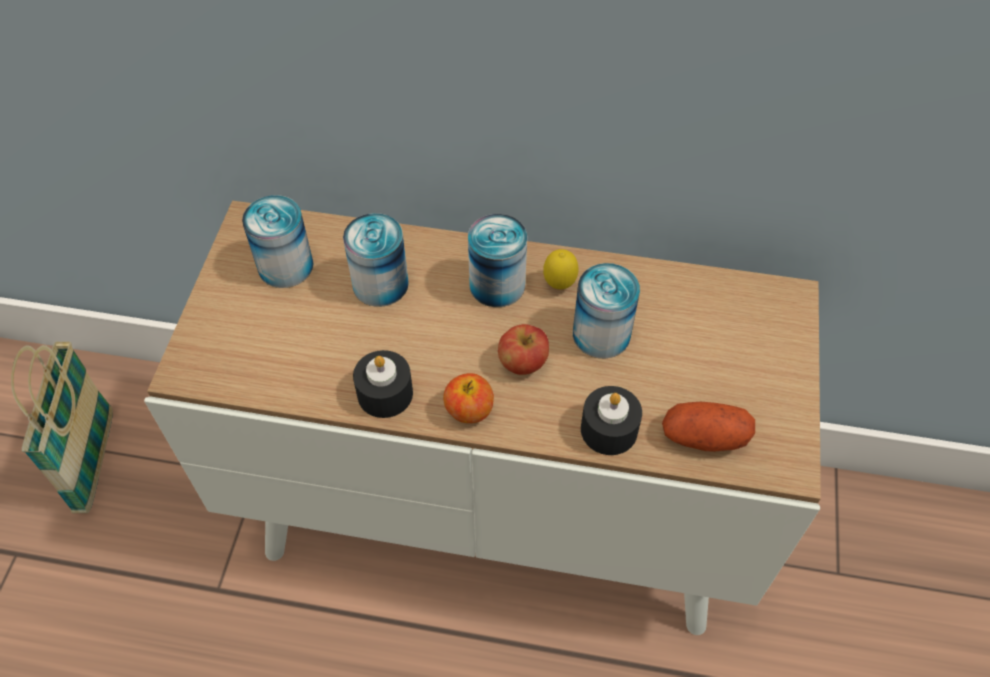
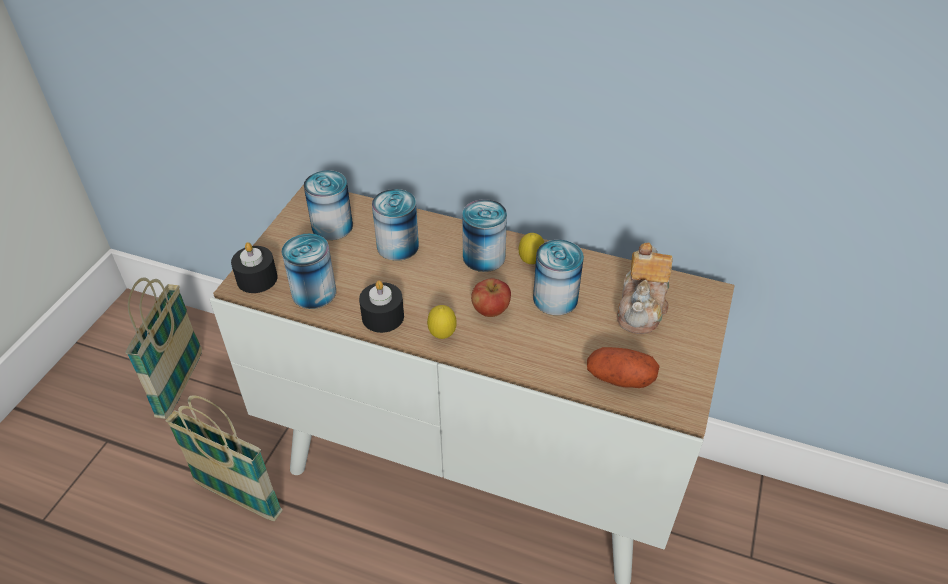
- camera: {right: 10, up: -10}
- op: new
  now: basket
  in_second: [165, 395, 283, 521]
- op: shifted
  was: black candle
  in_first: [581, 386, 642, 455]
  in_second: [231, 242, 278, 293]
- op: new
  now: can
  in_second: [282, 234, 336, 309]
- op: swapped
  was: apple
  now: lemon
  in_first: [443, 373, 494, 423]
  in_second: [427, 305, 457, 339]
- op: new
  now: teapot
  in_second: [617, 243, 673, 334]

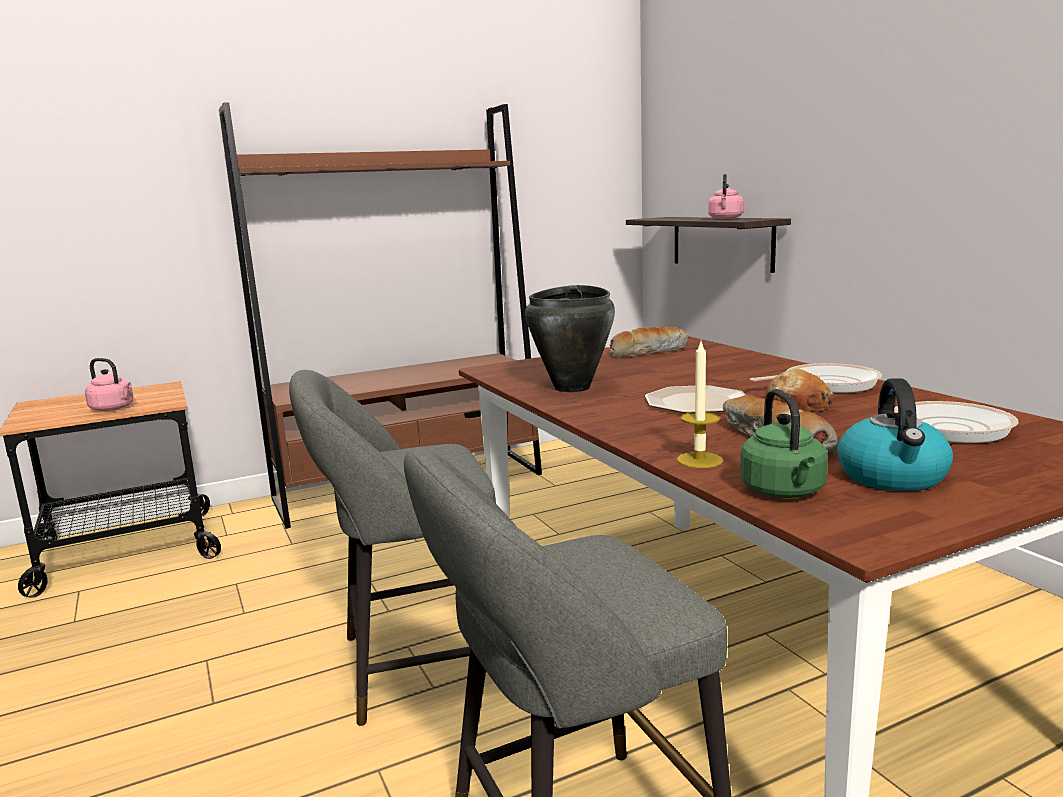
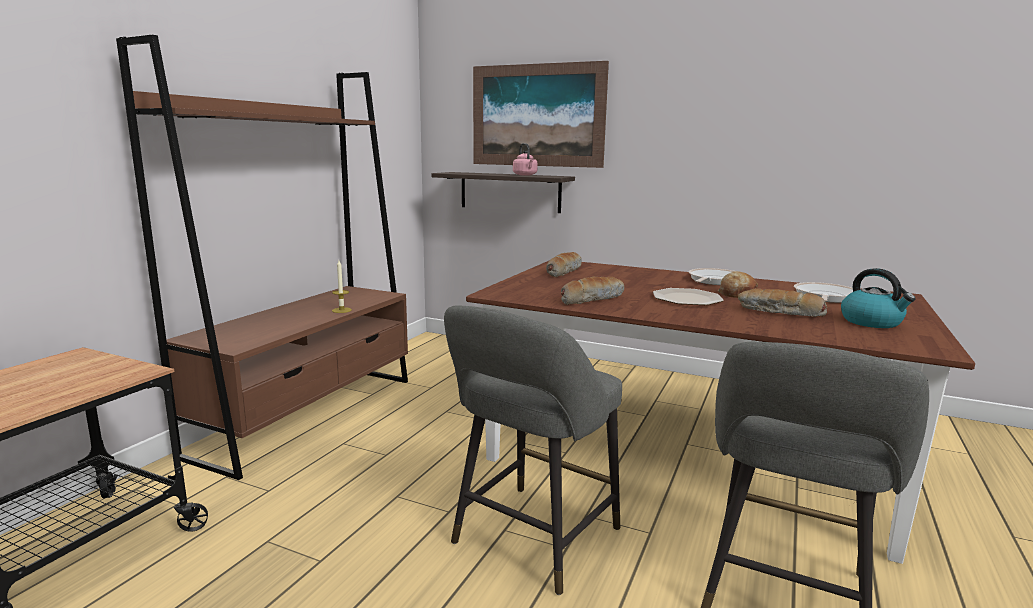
- camera: {right: -40, up: 0}
- op: shifted
  was: candle
  in_first: [677, 342, 723, 468]
  in_second: [332, 260, 352, 313]
- op: new
  now: picture
  in_second: [473, 61, 609, 168]
- op: swapped
  was: black cooking pot
  now: bread
  in_first: [525, 285, 615, 392]
  in_second: [561, 277, 624, 305]
- op: gone
  was: pink kettle
  in_first: [85, 358, 134, 411]
- op: gone
  was: green kettle
  in_first: [740, 389, 828, 498]

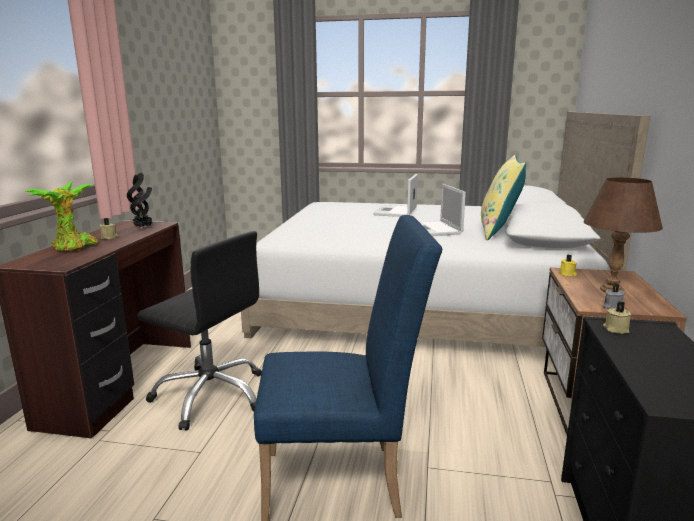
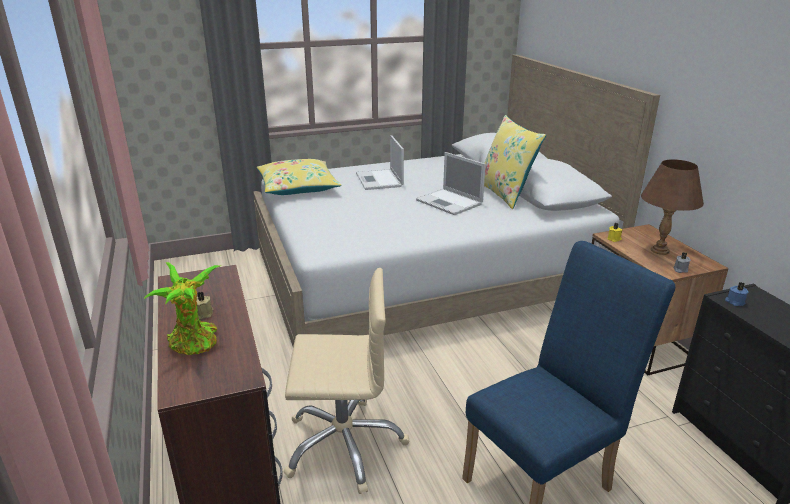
- camera: {right: -30, up: 10}
- op: new
  now: yellow pillow
  in_second: [257, 159, 341, 195]
- op: repainted
  was: black office chair
  now: beige office chair
  in_first: [137, 231, 262, 431]
  in_second: [284, 268, 409, 494]
- op: repainted
  was: beige candle
  now: blue candle
  in_first: [603, 301, 631, 334]
  in_second: [725, 282, 749, 306]
- op: gone
  was: potted plant
  in_first: [127, 173, 152, 228]

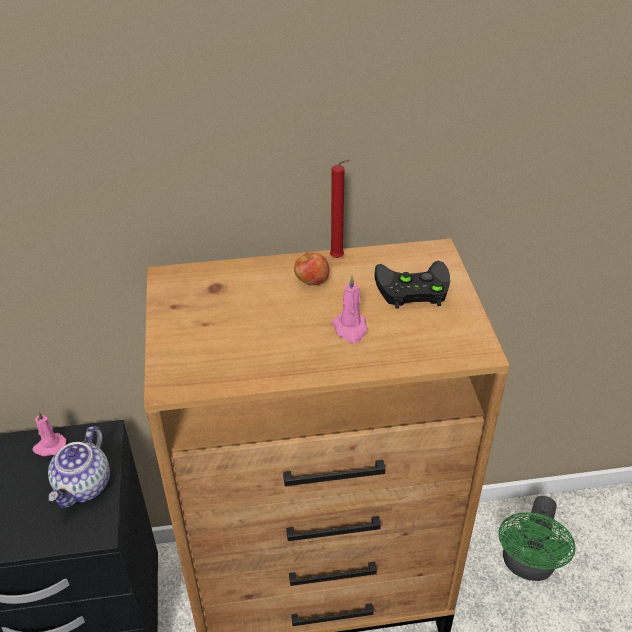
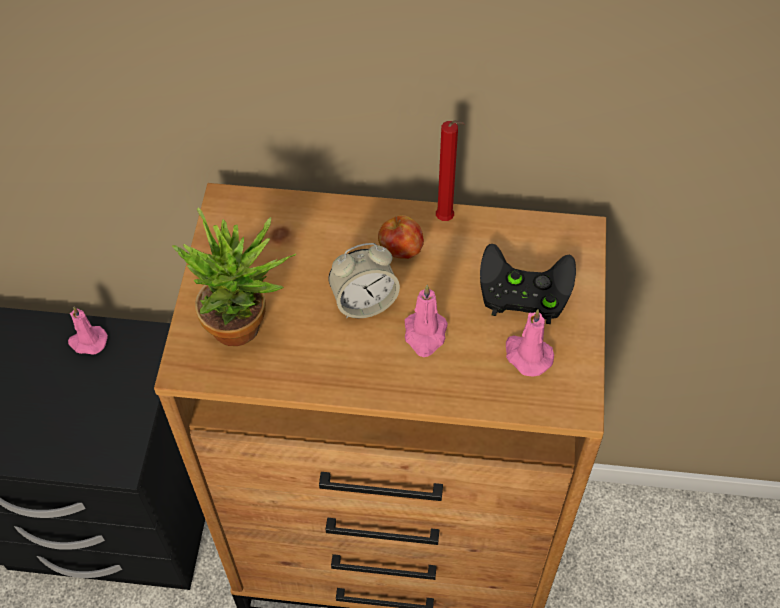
- camera: {right: 15, up: 15}
- op: new
  now: potted plant
  in_second: [172, 207, 296, 346]
- op: new
  now: alarm clock
  in_second: [329, 243, 400, 318]
- op: new
  now: pink candle
  in_second: [506, 309, 554, 377]
- op: gone
  was: teapot
  in_first: [48, 426, 110, 508]
- op: gone
  was: green fan
  in_first: [499, 496, 576, 581]

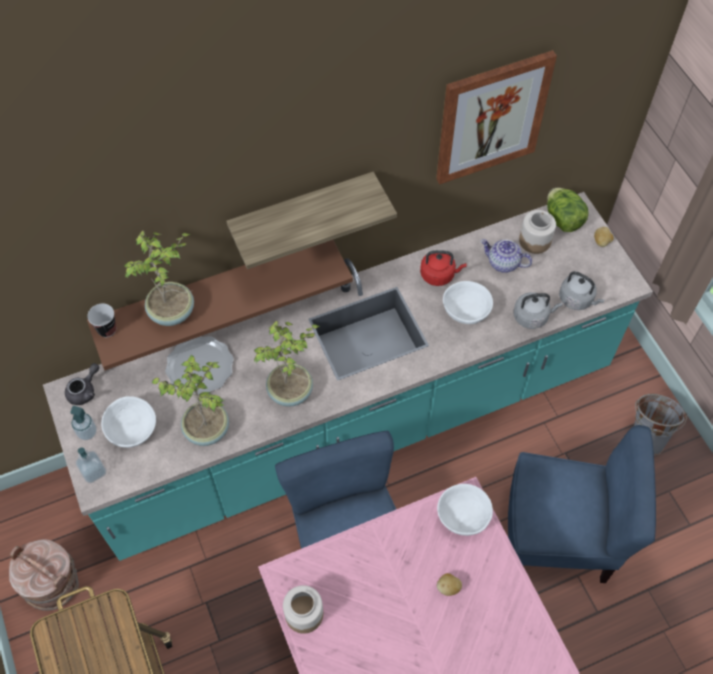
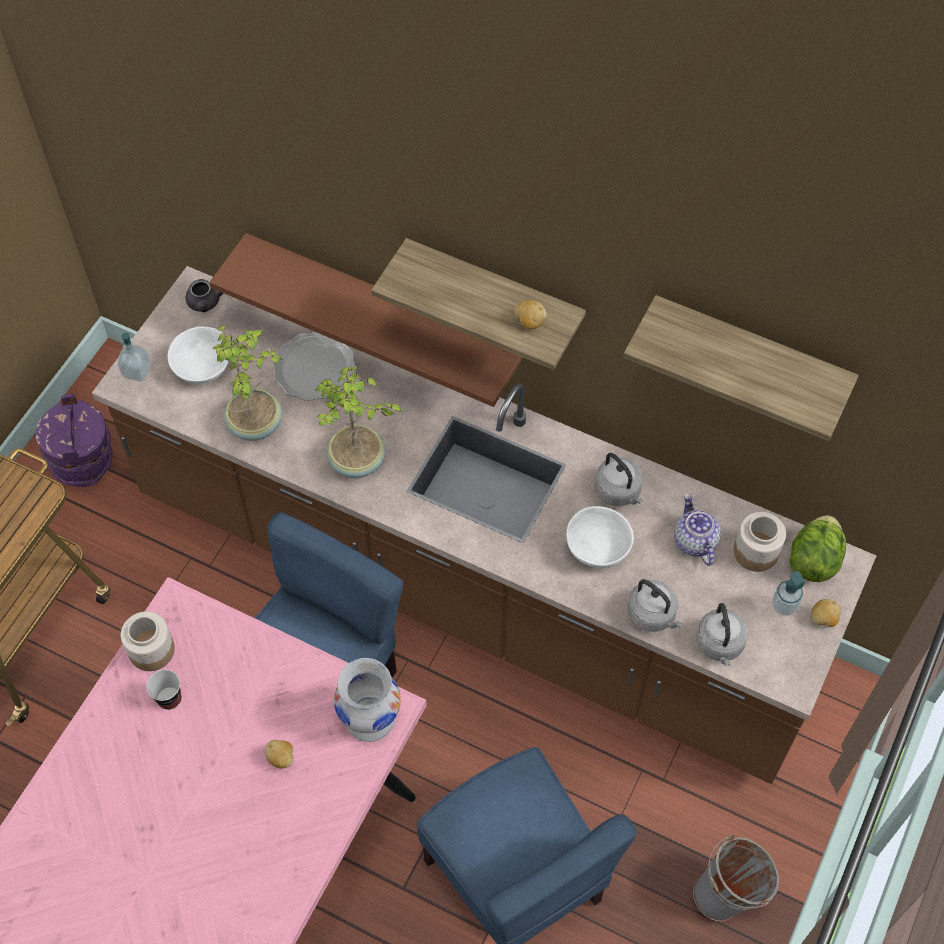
- camera: {right: 50, up: 0}
- op: repainted
  was: brown bucket
  now: purple bucket
  in_first: [9, 539, 79, 611]
  in_second: [35, 394, 113, 487]
- op: repainted
  was: turquoise counter
  now: brown counter
  in_first: [43, 192, 653, 561]
  in_second: [92, 266, 877, 784]
- op: shifted
  was: cup
  in_first: [87, 304, 117, 337]
  in_second: [147, 670, 181, 710]
- op: swapped
  was: white bowl
  now: white vase
  in_first: [437, 484, 493, 536]
  in_second: [334, 658, 401, 742]
- op: new
  now: potato
  in_second: [515, 299, 547, 330]
- op: repainted
  was: red kettle
  now: grey kettle
  in_first: [420, 250, 467, 286]
  in_second: [594, 453, 643, 506]
- op: swapped
  was: picture
  now: shelf
  in_first: [436, 50, 557, 185]
  in_second: [623, 295, 859, 441]
- op: shifted
  was: soap dispenser
  in_first: [70, 406, 97, 440]
  in_second: [772, 571, 805, 616]
- op: gone
  was: potted plant
  in_first: [124, 231, 194, 326]

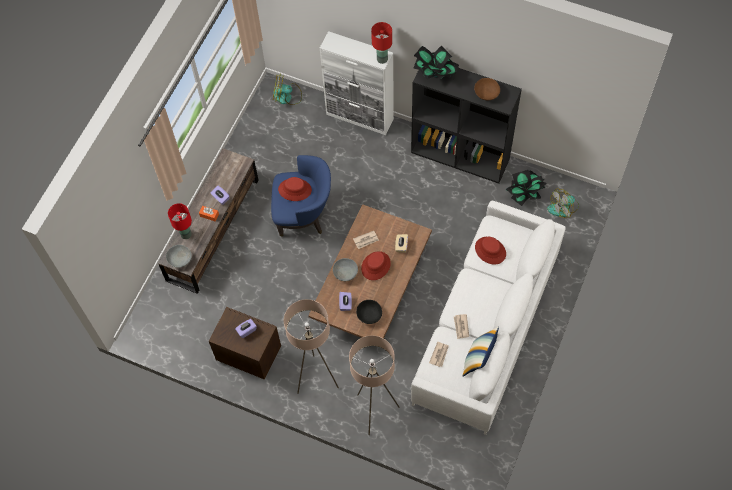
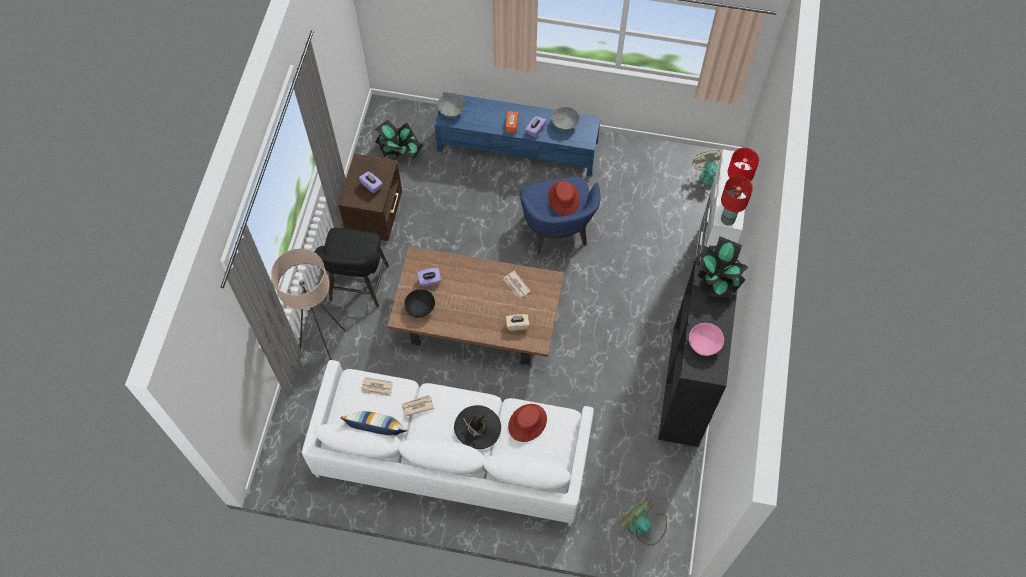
- camera: {right: 75, up: 0}
- op: swapped
  was: beige floor lamp
  now: black stool
  in_first: [284, 299, 339, 394]
  in_second: [315, 228, 389, 307]
- op: shifted
  was: potted plant
  in_first: [506, 170, 547, 206]
  in_second: [375, 120, 423, 160]
- op: repainted
  was: brown tv stand
  now: blue tv stand
  in_first: [158, 148, 259, 294]
  in_second: [434, 92, 601, 176]
- op: new
  now: black hat
  in_second: [454, 405, 501, 449]
- op: shifted
  was: grey bowl
  in_first: [333, 258, 358, 281]
  in_second: [551, 107, 579, 131]
- op: repainted
  was: brown bowl
  now: pink bowl
  in_first: [474, 78, 500, 100]
  in_second: [689, 323, 724, 356]
- op: shifted
  was: red table lamp
  in_first: [168, 203, 192, 239]
  in_second: [727, 148, 759, 198]
- op: gone
  was: red hat
  in_first: [361, 251, 391, 280]

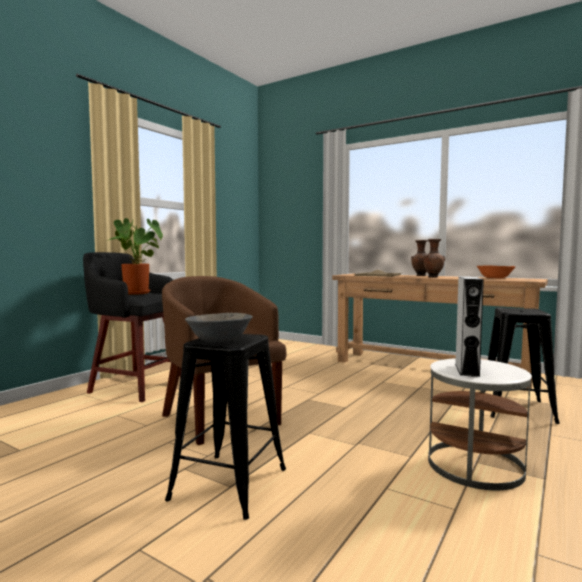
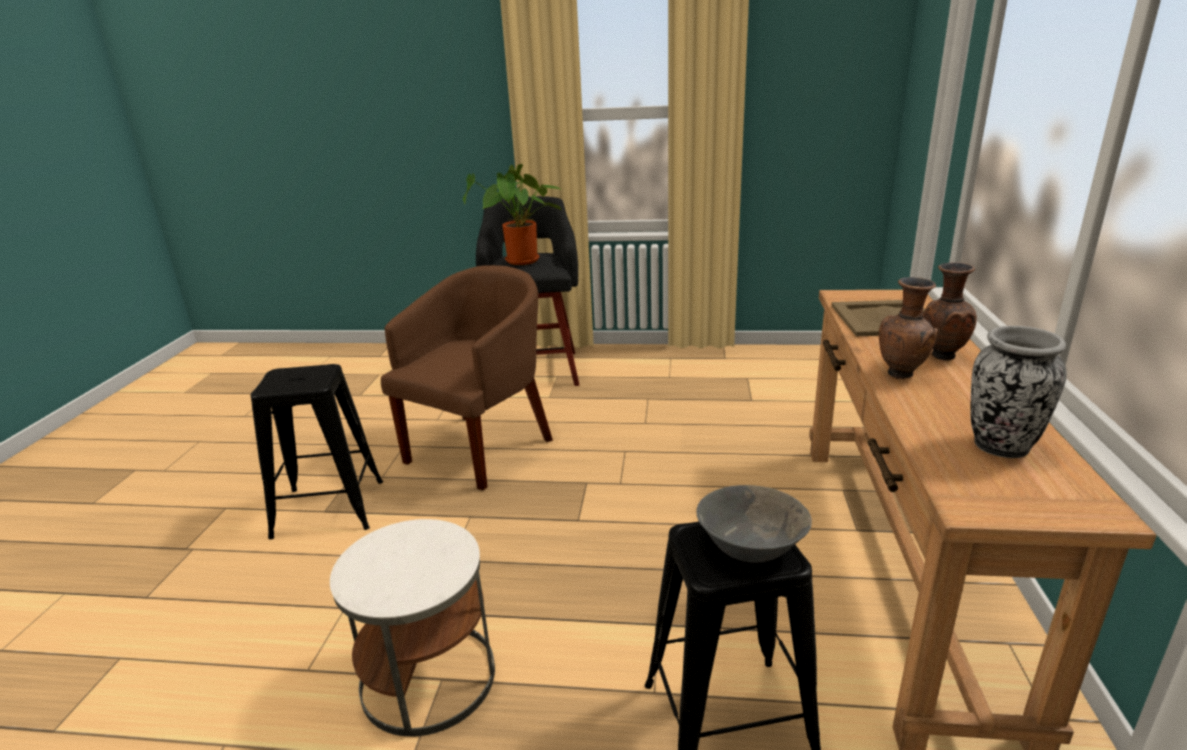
- camera: {right: 65, up: 20}
- op: shifted
  was: grey bowl
  in_first: [185, 313, 253, 342]
  in_second: [696, 485, 812, 563]
- op: swapped
  was: orange bowl
  now: vase
  in_first: [477, 266, 516, 278]
  in_second: [970, 326, 1067, 458]
- op: gone
  was: grey speaker
  in_first: [455, 277, 484, 377]

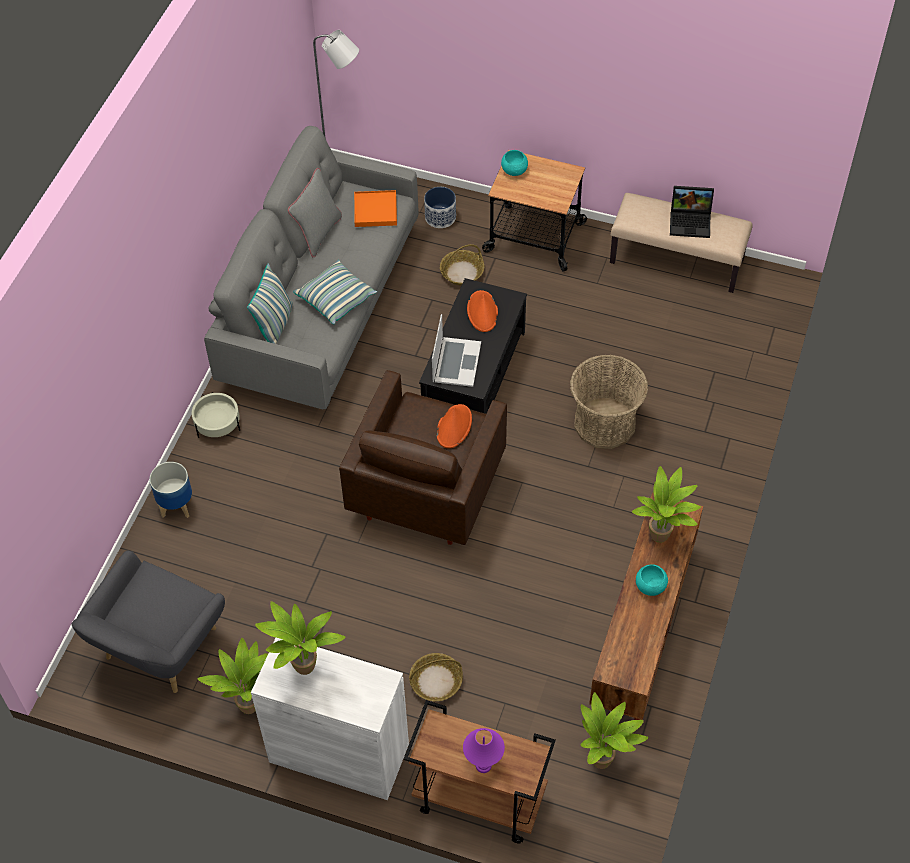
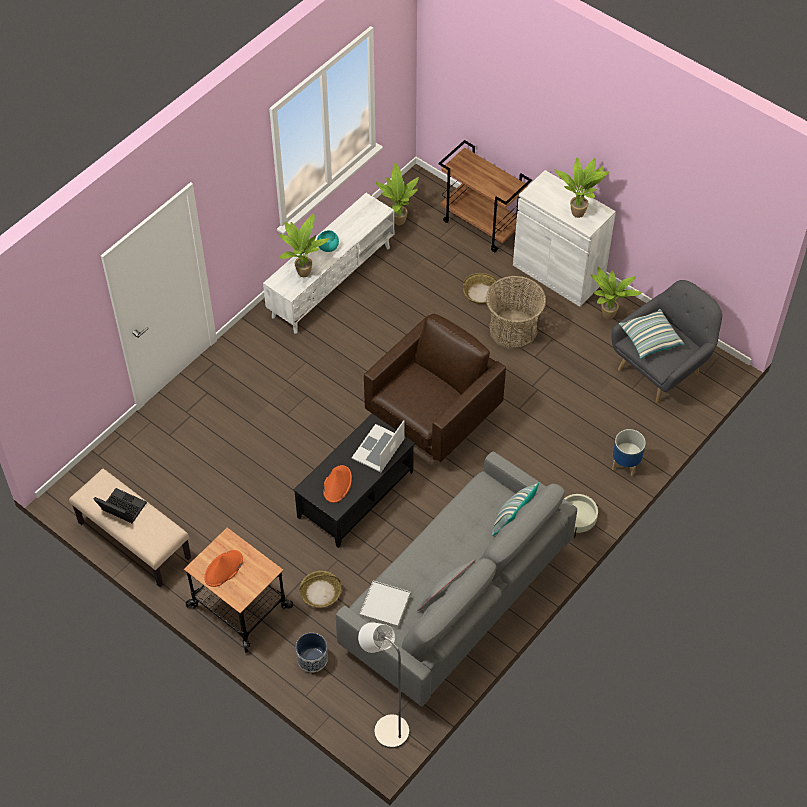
- camera: {right: -160, up: 0}
- op: shifted
  was: orange hat
  in_first: [437, 404, 472, 448]
  in_second: [204, 550, 243, 587]
- op: repainted
  was: brown tv stand
  now: white tv stand
  in_first: [589, 492, 703, 720]
  in_second: [263, 193, 394, 334]
- op: repainted
  was: orange tray
  now: white tray
  in_first: [354, 190, 397, 227]
  in_second: [360, 581, 411, 628]
- op: shifted
  was: basket
  in_first: [570, 354, 648, 449]
  in_second: [486, 276, 546, 349]
- op: shifted
  was: pillow
  in_first: [293, 260, 377, 324]
  in_second: [619, 309, 684, 359]
- op: gone
  was: purple table lamp
  in_first: [463, 728, 505, 773]
- op: gone
  was: turquoise bowl
  in_first: [501, 150, 528, 176]

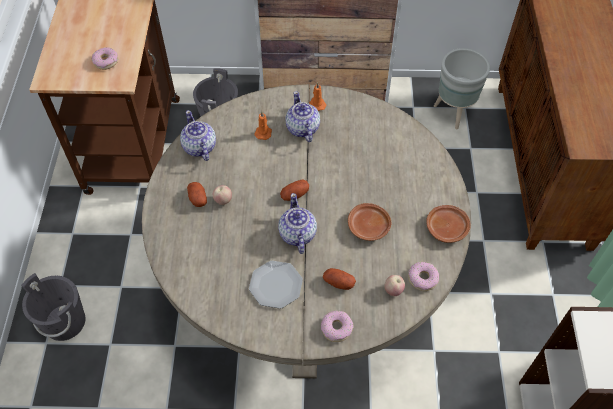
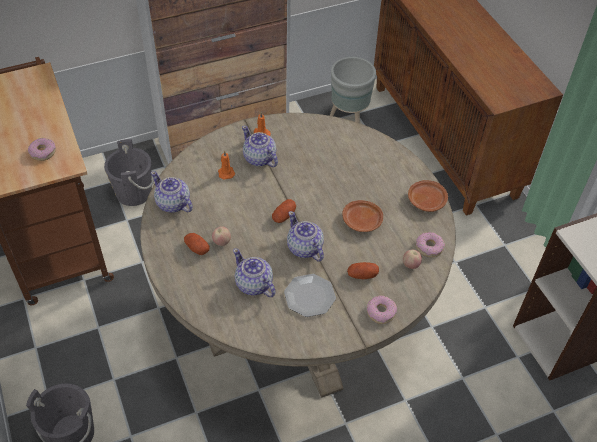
- camera: {right: -25, up: -5}
- op: new
  now: teapot
  in_second: [233, 248, 276, 297]

